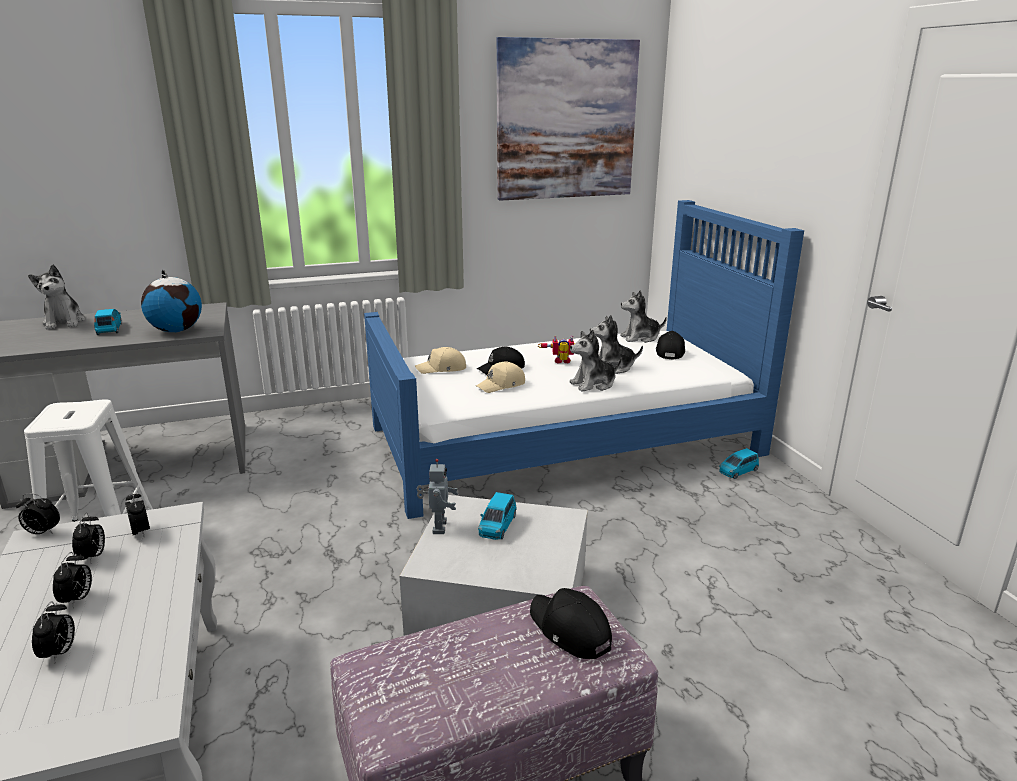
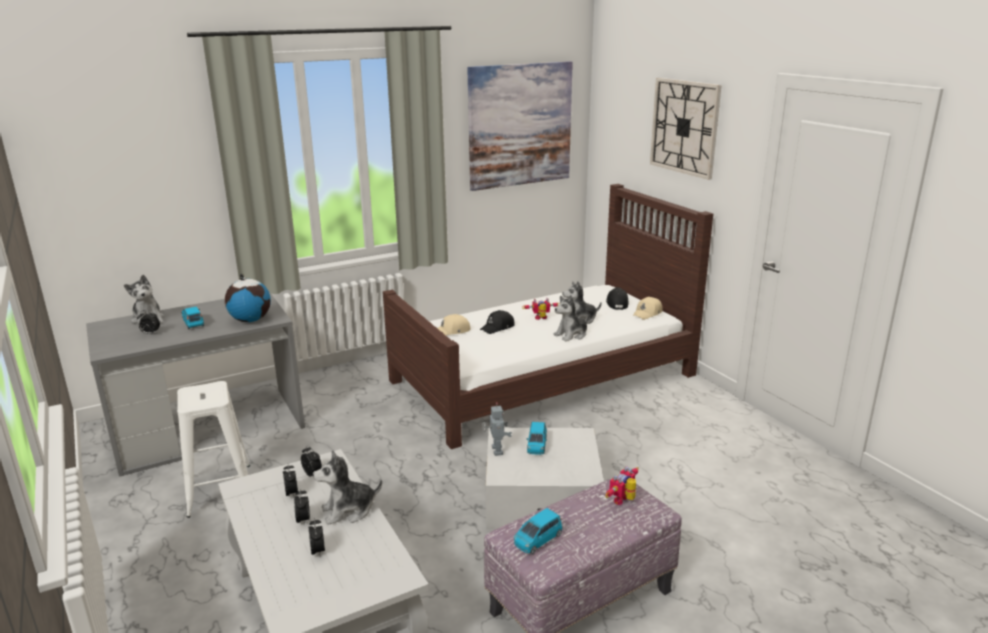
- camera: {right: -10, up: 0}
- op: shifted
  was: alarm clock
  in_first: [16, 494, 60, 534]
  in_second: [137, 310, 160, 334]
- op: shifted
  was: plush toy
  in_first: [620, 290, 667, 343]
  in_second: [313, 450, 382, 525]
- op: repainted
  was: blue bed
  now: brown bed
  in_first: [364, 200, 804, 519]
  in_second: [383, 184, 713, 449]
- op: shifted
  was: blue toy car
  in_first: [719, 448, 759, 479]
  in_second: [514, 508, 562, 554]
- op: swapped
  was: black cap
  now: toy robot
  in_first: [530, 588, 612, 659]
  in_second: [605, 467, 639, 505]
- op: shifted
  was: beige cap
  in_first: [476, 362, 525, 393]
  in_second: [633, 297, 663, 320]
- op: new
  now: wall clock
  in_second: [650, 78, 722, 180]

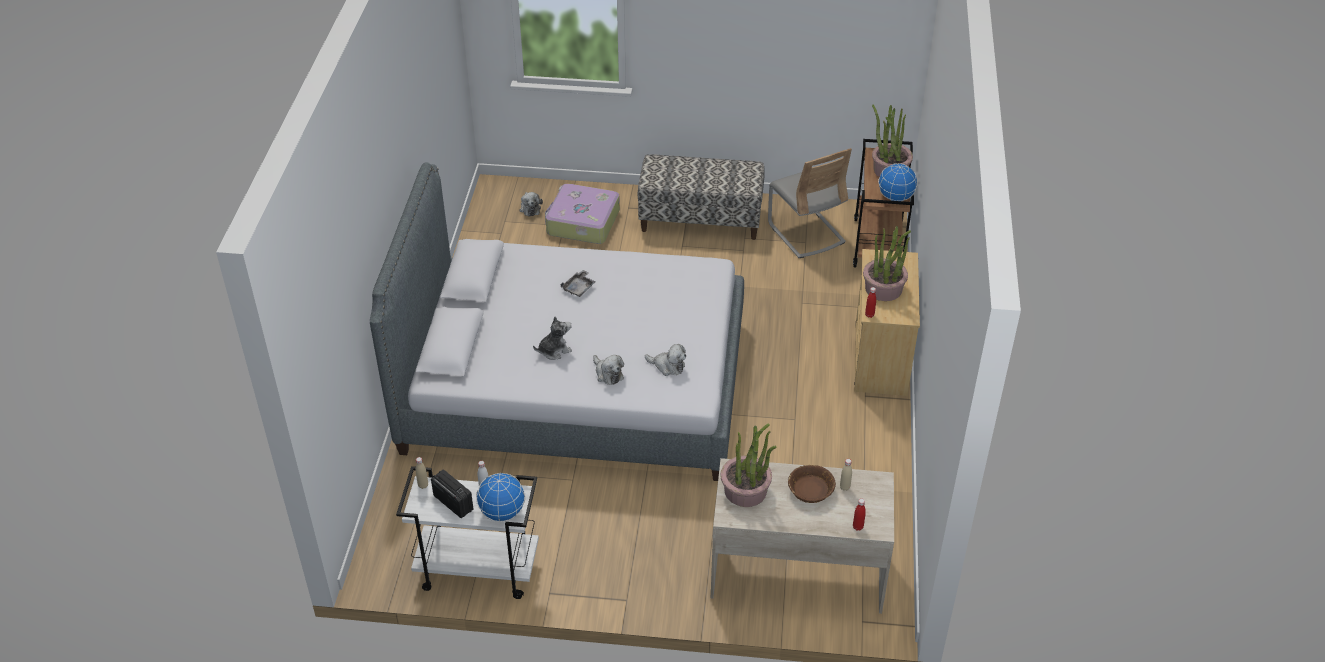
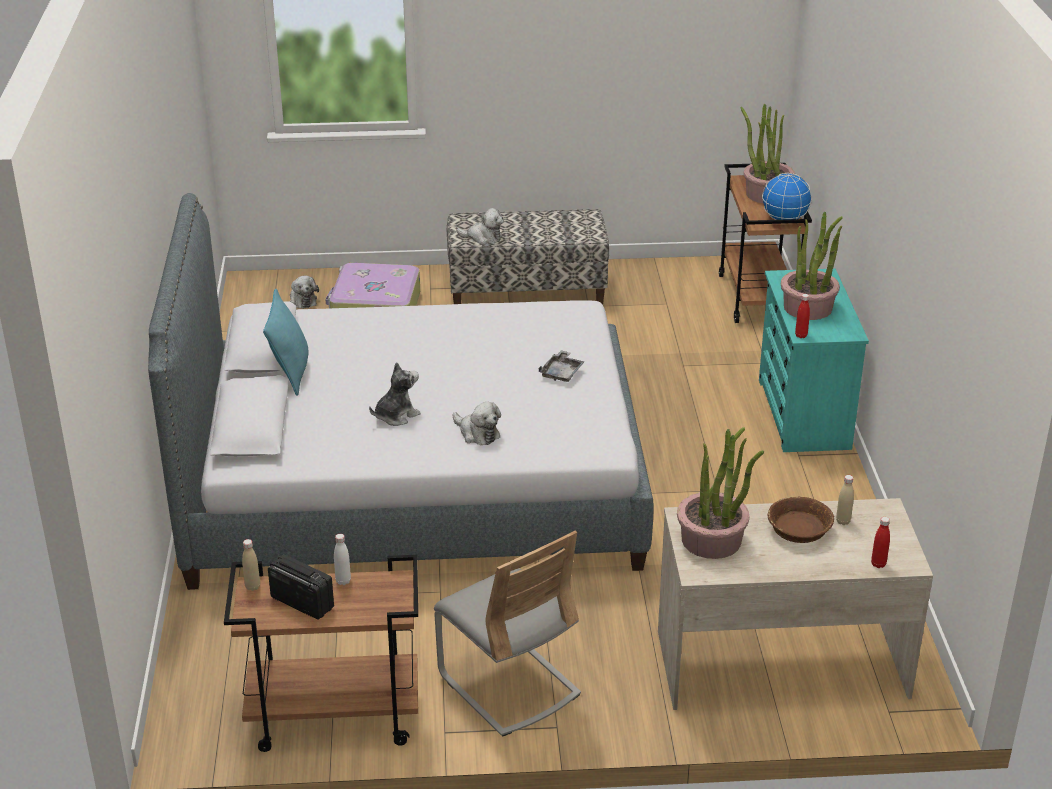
- camera: {right: -10, up: -10}
- op: repainted
  was: white cart
  now: brown cart
  in_first: [396, 466, 539, 599]
  in_second: [224, 555, 418, 752]
- op: new
  now: turquoise pillow
  in_second: [263, 289, 309, 396]
- op: shifted
  was: grey chair
  in_first: [768, 148, 852, 258]
  in_second: [434, 531, 581, 737]
- op: shifted
  was: plush toy
  in_first: [645, 344, 686, 376]
  in_second: [456, 208, 504, 245]
- op: shifted
  was: grey tray
  in_first: [560, 270, 595, 297]
  in_second: [538, 350, 585, 382]
- op: repainted
  was: beige dresser
  now: turquoise dresser
  in_first: [854, 249, 920, 396]
  in_second: [759, 269, 869, 452]
- op: gone
  was: globe
  in_first: [476, 473, 525, 522]

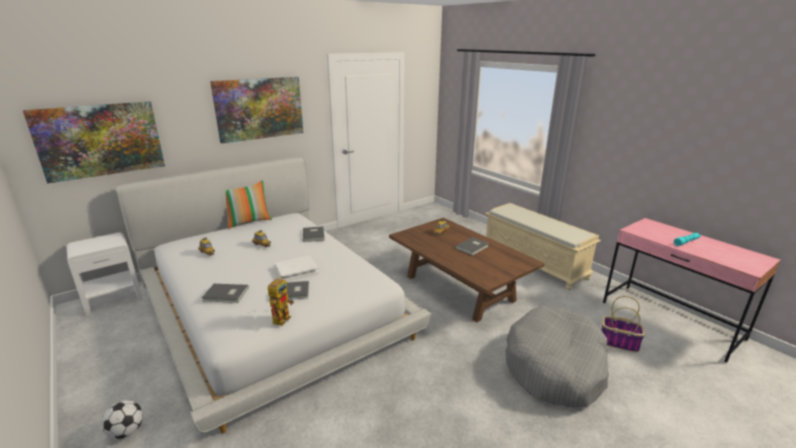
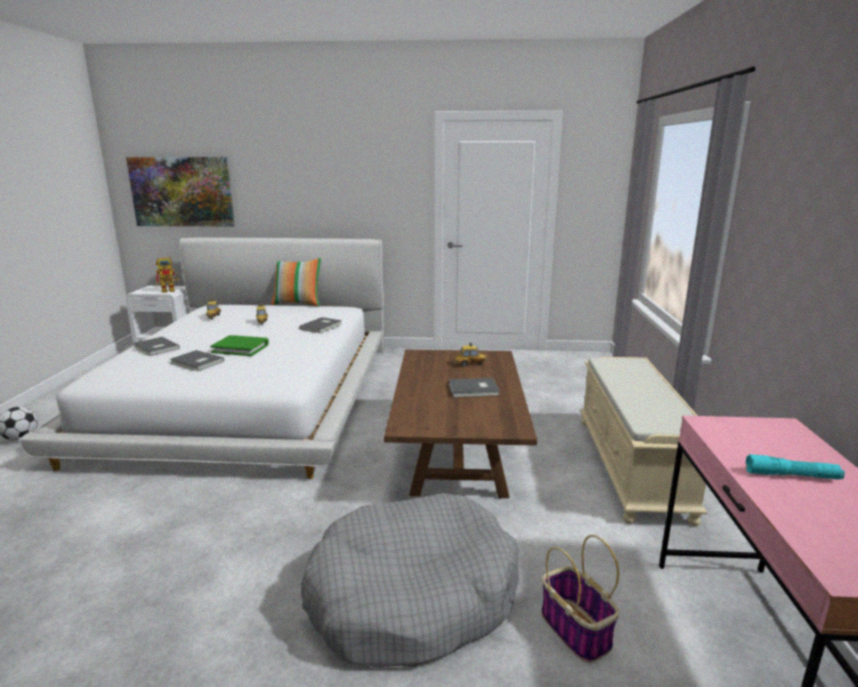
- camera: {right: 40, up: -5}
- op: shifted
  was: toy robot
  in_first: [268, 276, 294, 326]
  in_second: [156, 256, 180, 293]
- op: repainted
  was: white book
  now: green book
  in_first: [275, 256, 319, 281]
  in_second: [210, 335, 269, 356]
- op: gone
  was: picture
  in_first: [210, 77, 303, 144]

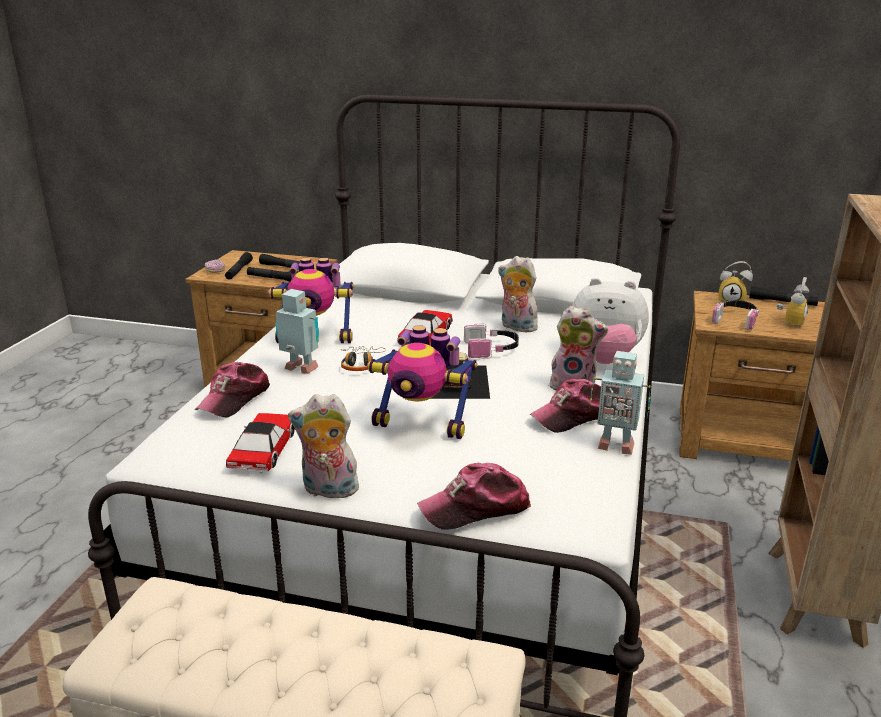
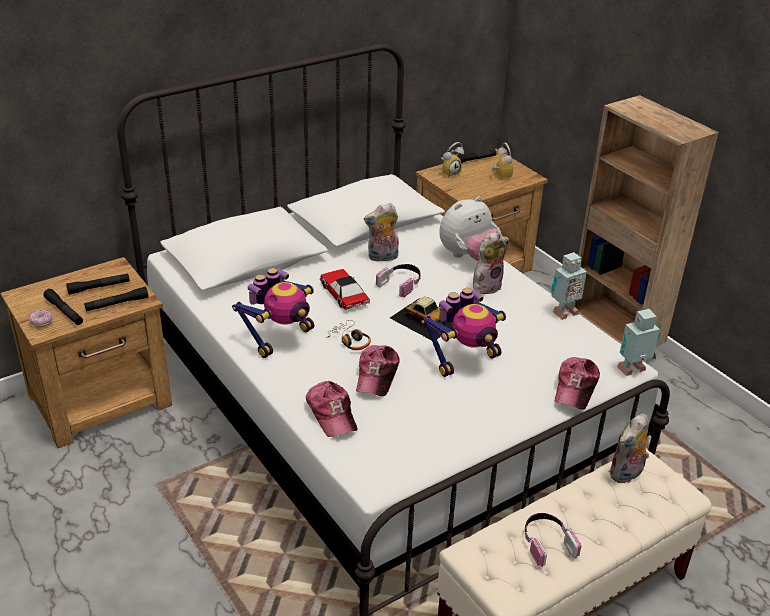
- camera: {right: -50, up: 10}
- op: shifted
  was: cap
  in_first: [529, 379, 601, 433]
  in_second: [356, 345, 400, 396]
- op: shifted
  was: headphones
  in_first: [712, 300, 759, 330]
  in_second: [524, 513, 581, 567]
- op: shifted
  was: plush toy
  in_first: [288, 394, 359, 502]
  in_second: [609, 414, 649, 483]
- op: shifted
  was: toy robot
  in_first: [275, 289, 319, 374]
  in_second: [617, 309, 661, 376]
- op: gone
  was: toy car
  in_first: [226, 413, 295, 473]

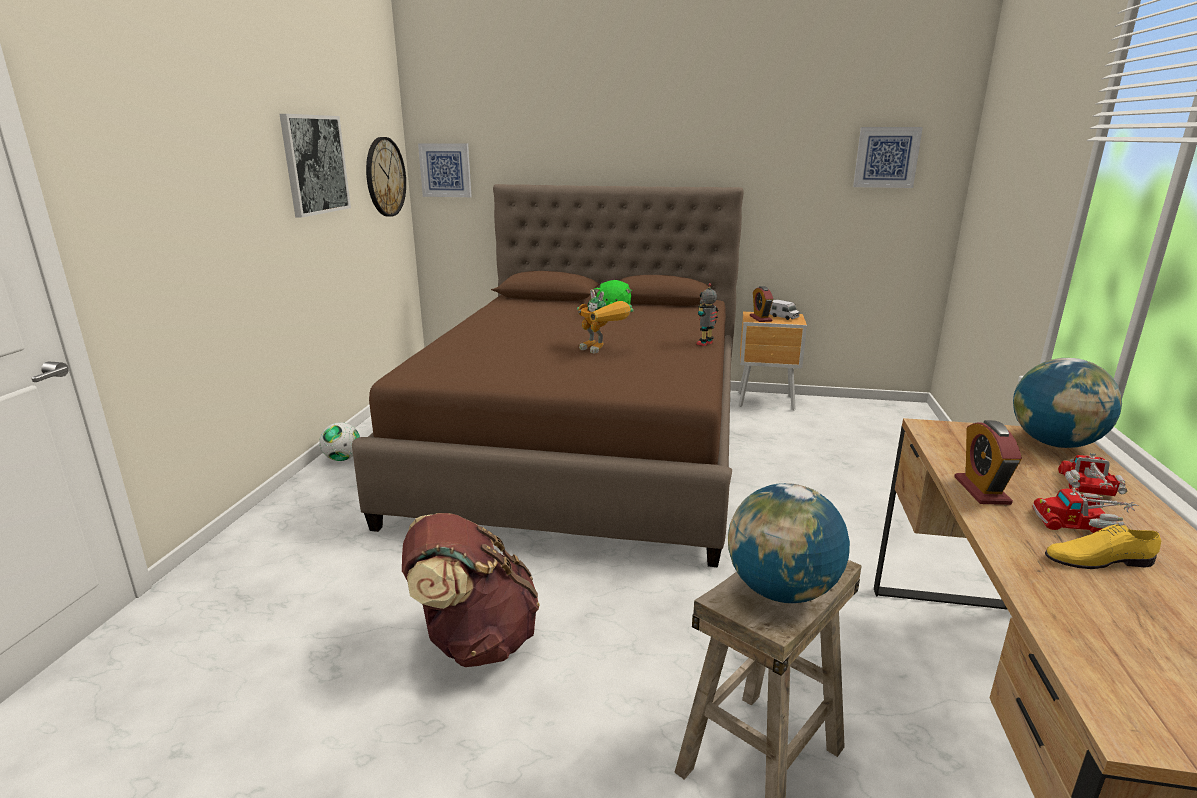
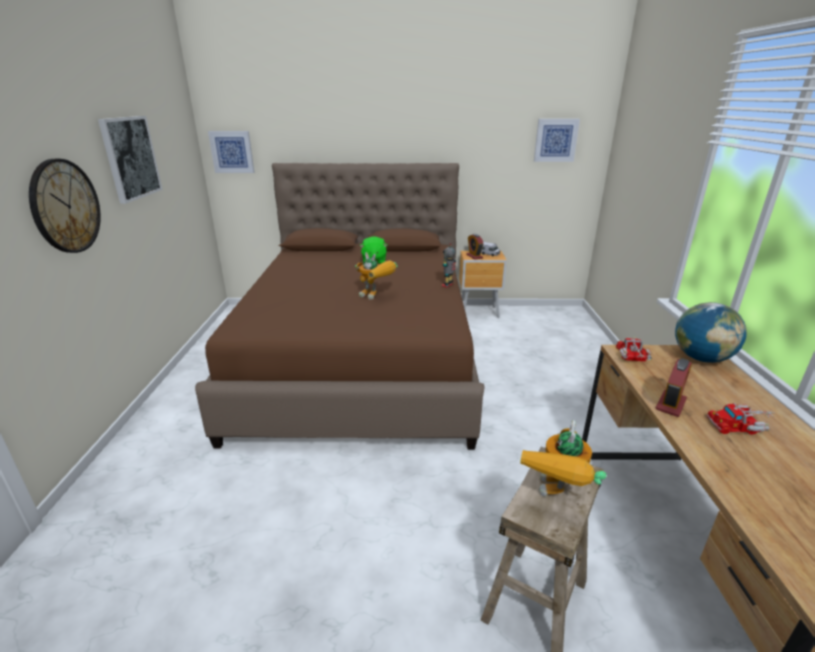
- camera: {right: -10, up: 5}
- op: shifted
  was: wall clock
  in_first: [366, 137, 406, 217]
  in_second: [29, 159, 101, 253]
- op: swapped
  was: globe
  now: toy robot
  in_first: [728, 483, 850, 603]
  in_second: [520, 420, 606, 497]
- op: shifted
  was: toy truck
  in_first: [1058, 453, 1127, 496]
  in_second: [616, 337, 652, 361]
- op: rotated
  was: alarm clock
  in_first: [954, 420, 1022, 505]
  in_second: [655, 358, 692, 417]
  clockwise: -135
- op: gone
  was: football
  in_first: [319, 422, 360, 461]
- op: gone
  was: brown backpack
  in_first: [402, 513, 540, 667]
- op: gone
  was: yellow shoe
  in_first: [1045, 524, 1161, 569]

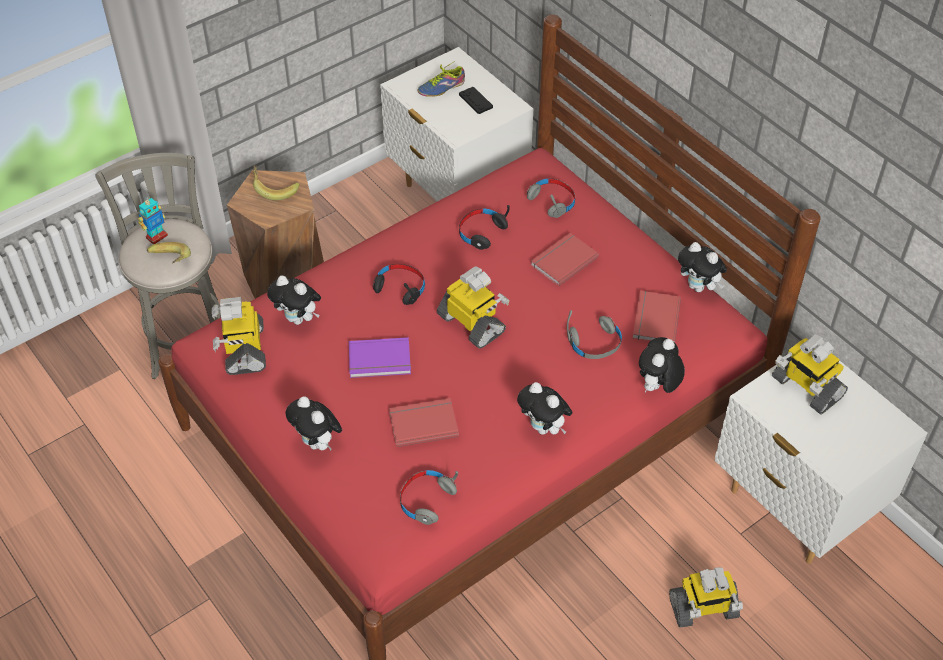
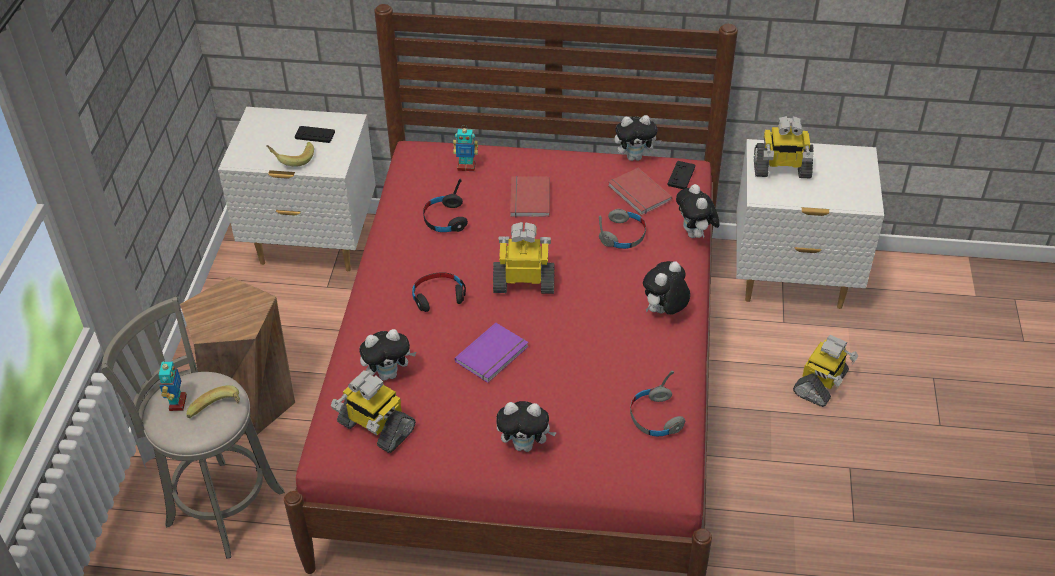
- camera: {right: -45, up: -5}
- op: shifted
  was: banana
  in_first: [253, 165, 299, 200]
  in_second: [266, 142, 314, 167]
- op: swapped
  was: grey headphones
  now: toy robot
  in_first: [527, 179, 575, 218]
  in_second: [453, 125, 478, 171]
- op: rotated
  was: plush toy
  in_first: [517, 382, 572, 435]
  in_second: [643, 261, 690, 315]
  clockwise: 135
- op: new
  now: black game controller
  in_second: [668, 161, 695, 189]
- op: gone
  was: red book
  in_first: [389, 398, 459, 447]
- op: gone
  was: shoe
  in_first: [418, 62, 465, 97]

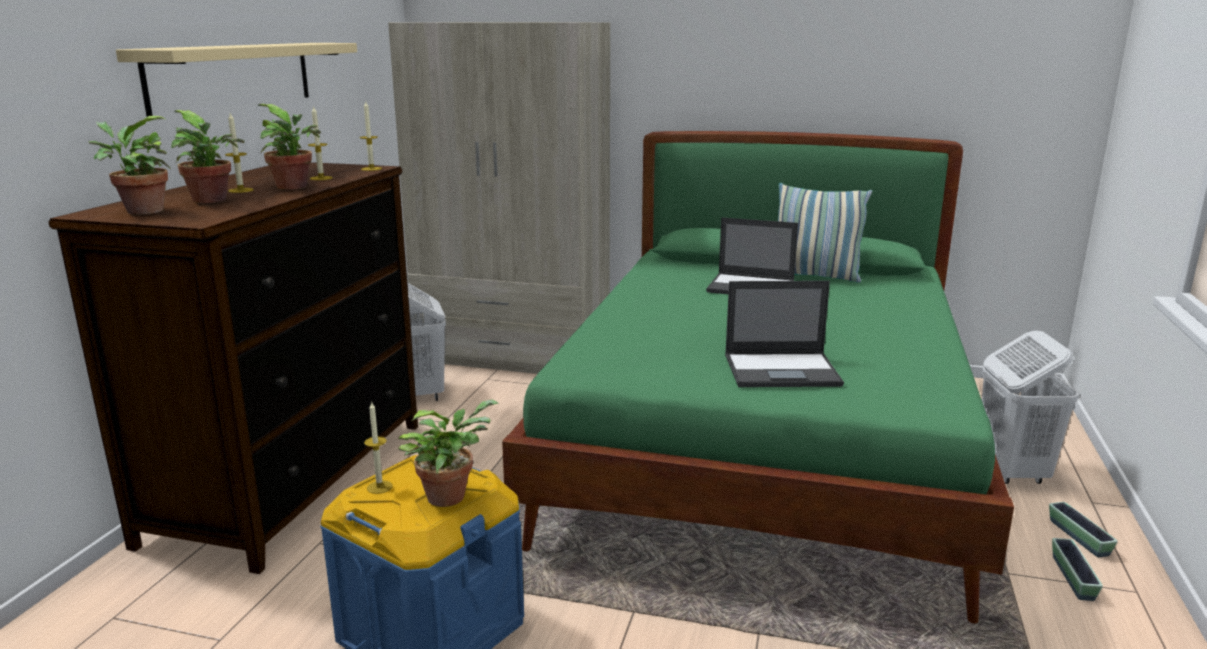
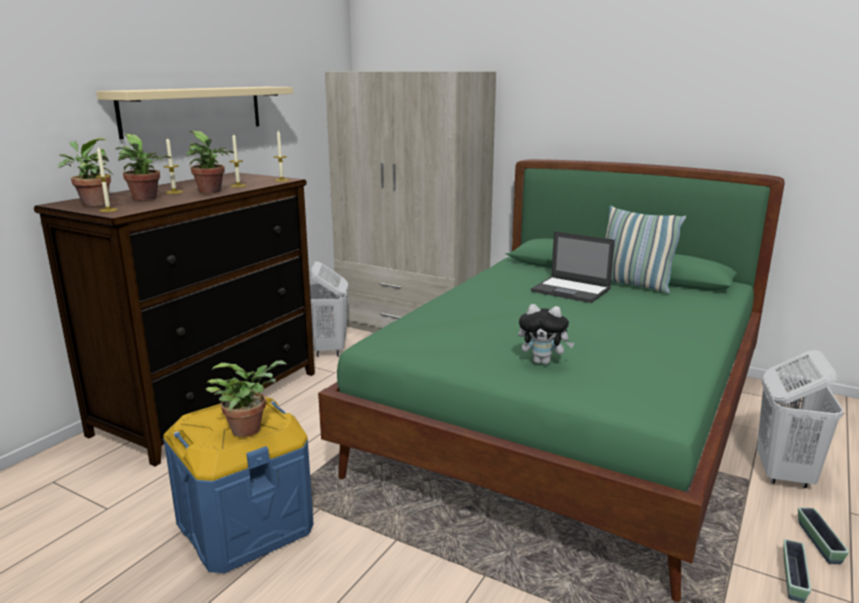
- camera: {right: 15, up: 0}
- op: shifted
  was: candle
  in_first: [364, 401, 393, 494]
  in_second: [95, 147, 118, 212]
- op: swapped
  was: laptop
  now: plush toy
  in_first: [725, 281, 844, 387]
  in_second: [518, 304, 575, 365]

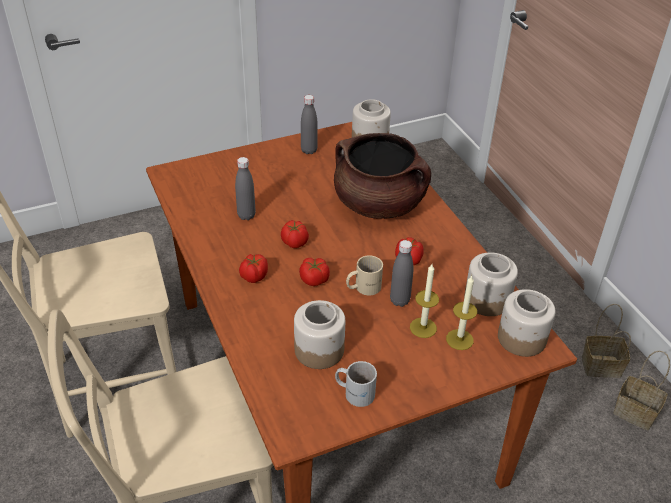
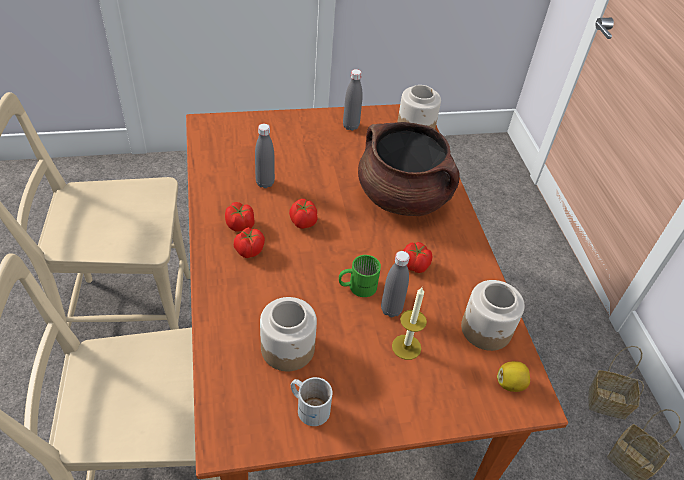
- camera: {right: 10, up: 5}
- op: shifted
  was: tomato
  in_first: [299, 258, 330, 286]
  in_second: [225, 202, 254, 232]
- op: repainted
  was: beige mug
  now: green mug
  in_first: [346, 255, 383, 295]
  in_second: [339, 255, 381, 297]
- op: swapped
  was: jar
  now: lemon
  in_first: [498, 289, 556, 357]
  in_second: [497, 361, 530, 392]
- op: gone
  was: candle
  in_first: [446, 276, 477, 350]

